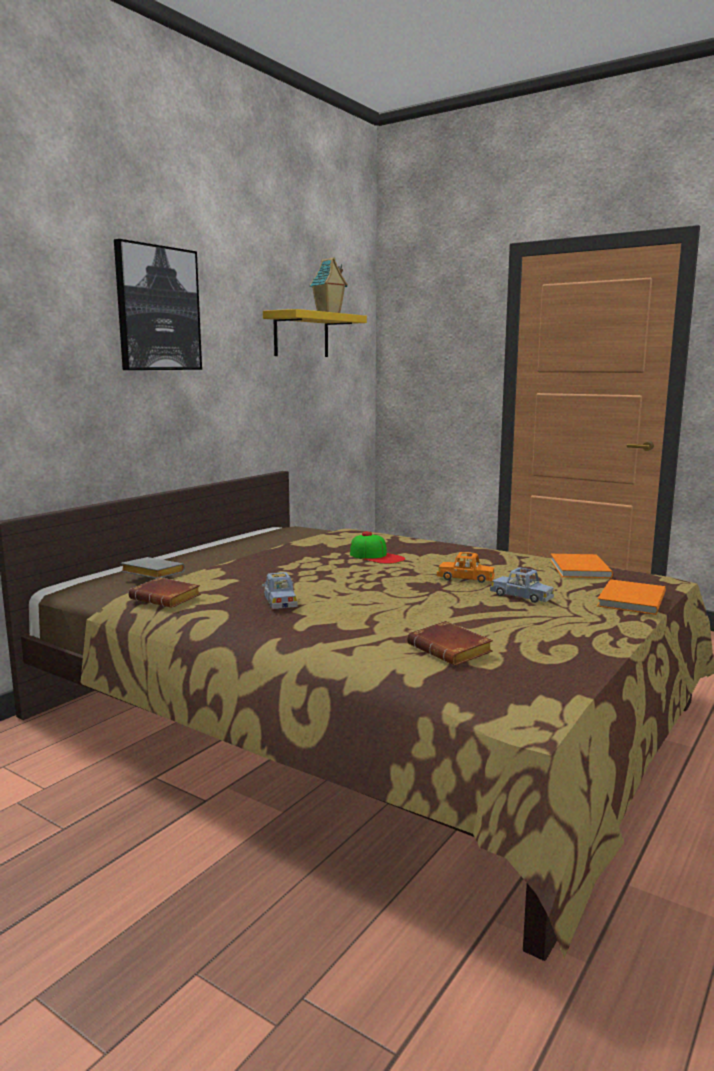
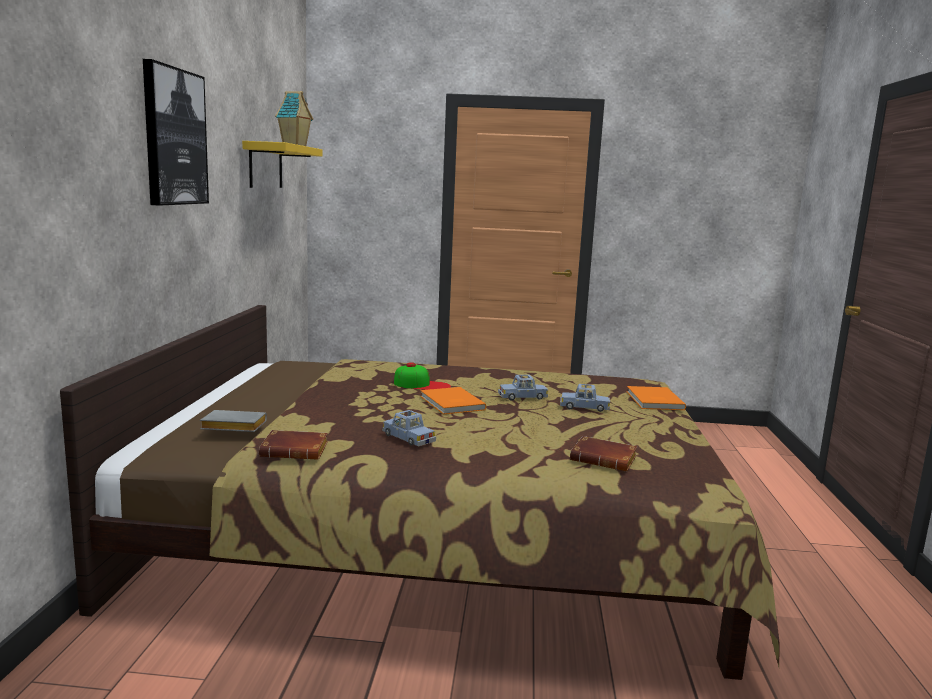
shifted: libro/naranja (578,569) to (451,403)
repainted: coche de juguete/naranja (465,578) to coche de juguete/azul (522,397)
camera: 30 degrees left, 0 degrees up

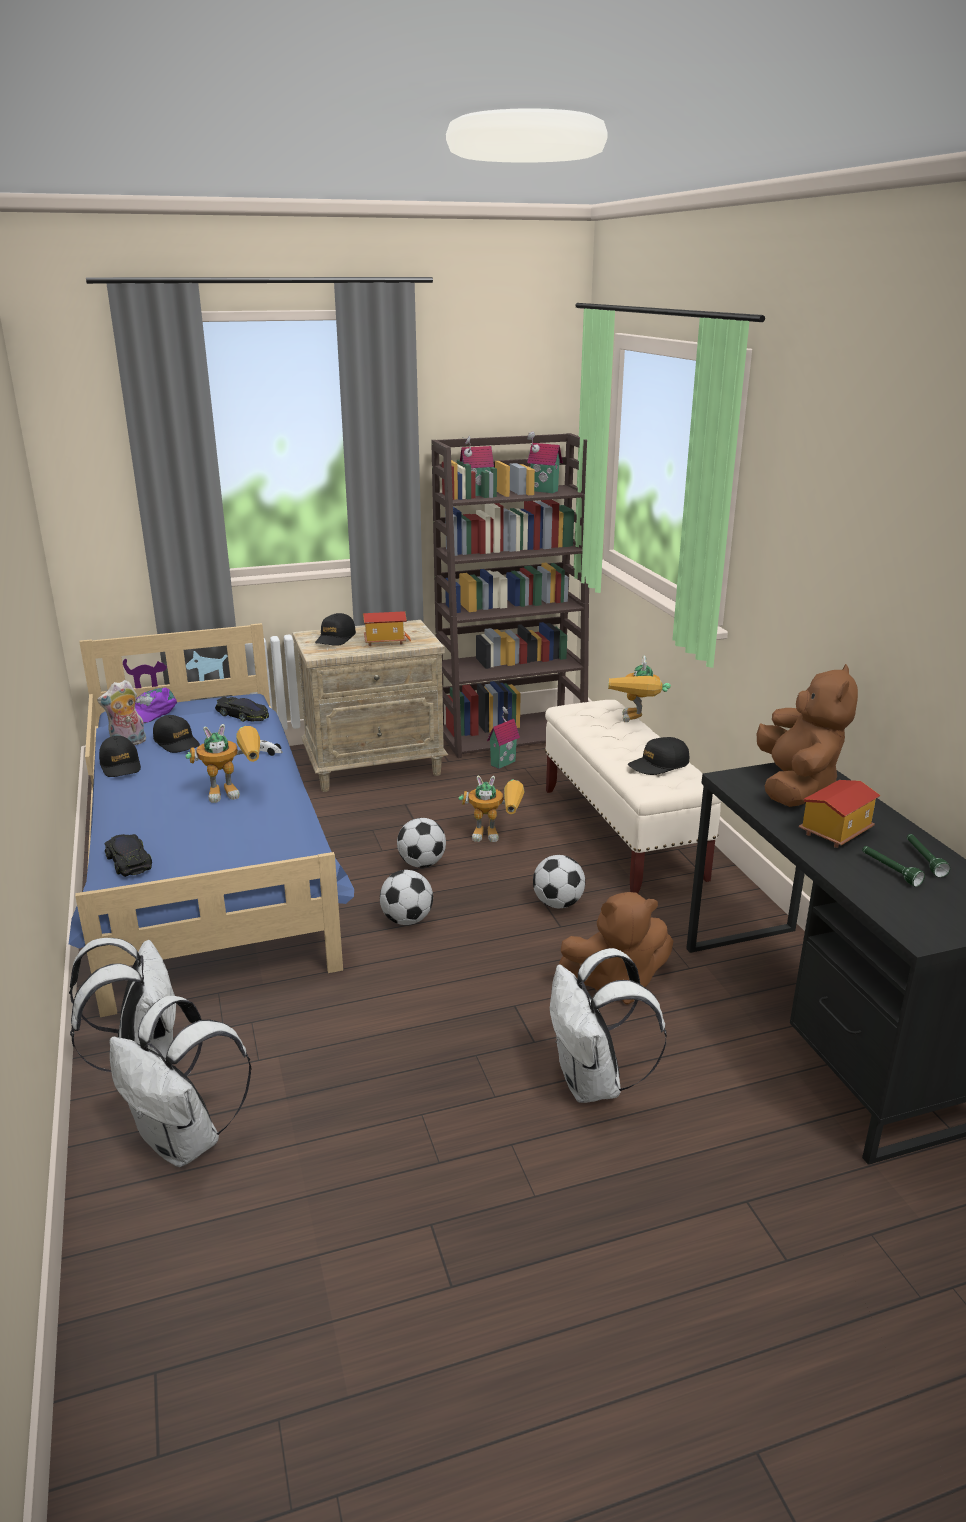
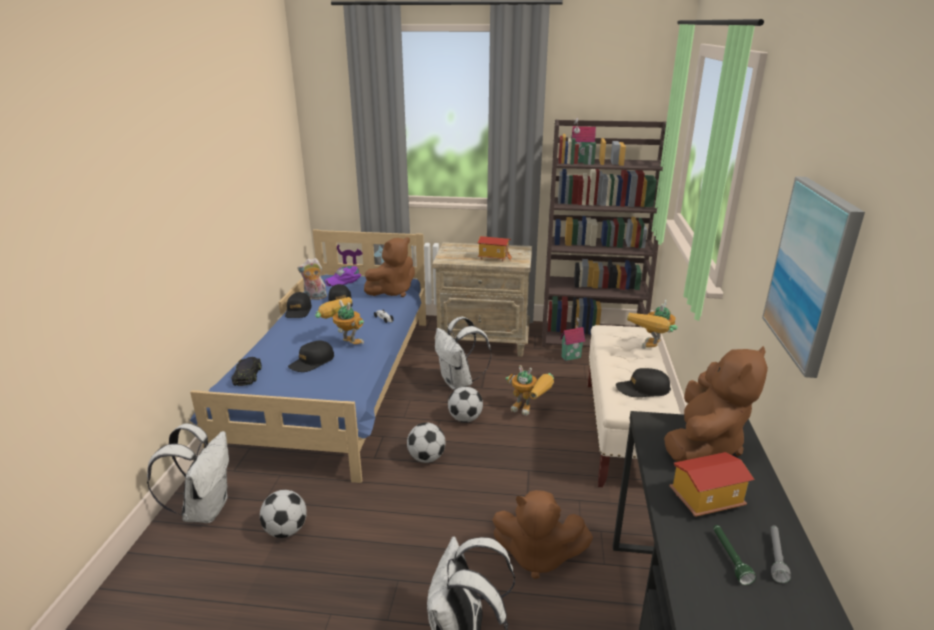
gone: casita (543,491)
new: cuadro (811,273)
shifted: mochila/blanco (185,1140) to (459,382); gorra/negro (335,638) to (312,362); balón de fútbol (558,903) to (286,530)
swapped: coche de juguete/negro (243,715) to peluche/marrón (392,291)
repainted: linterna/verde (923,860) to linterna/gris (775,557)
rotated: robot de juguete (235,791) = (344,343) 150 degrees counterclockwise
camera: 25 degrees right, 0 degrees up

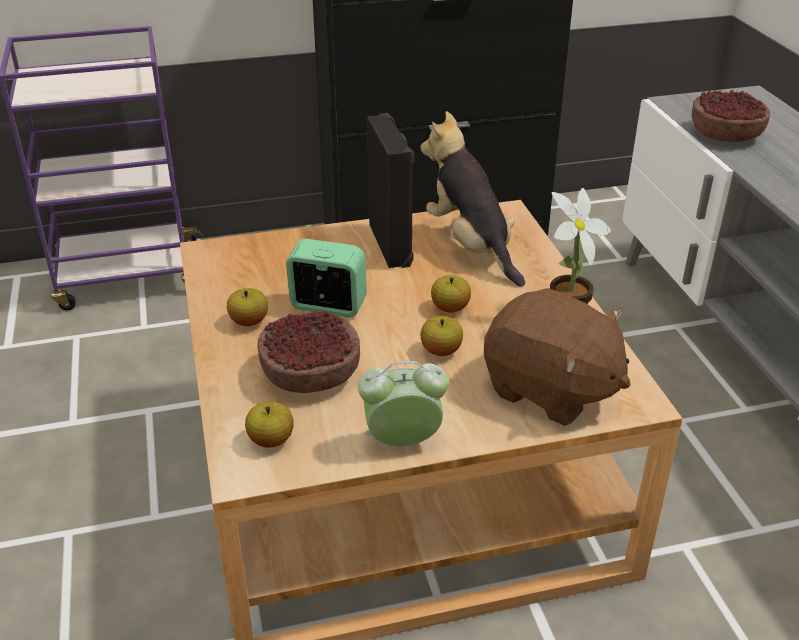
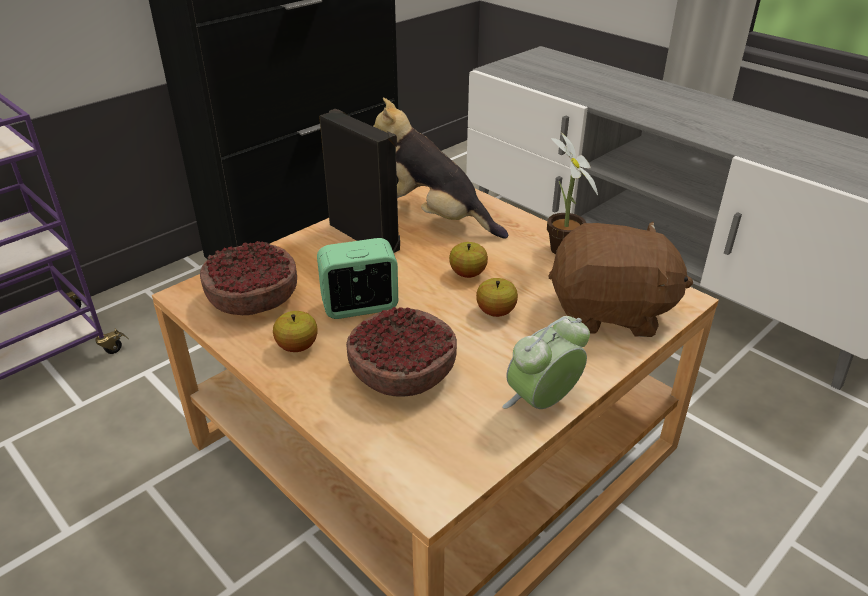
gone: manzana (271,440)
shifted: cuenco (726,134) to (254,298)
camera: 30 degrees left, 0 degrees up

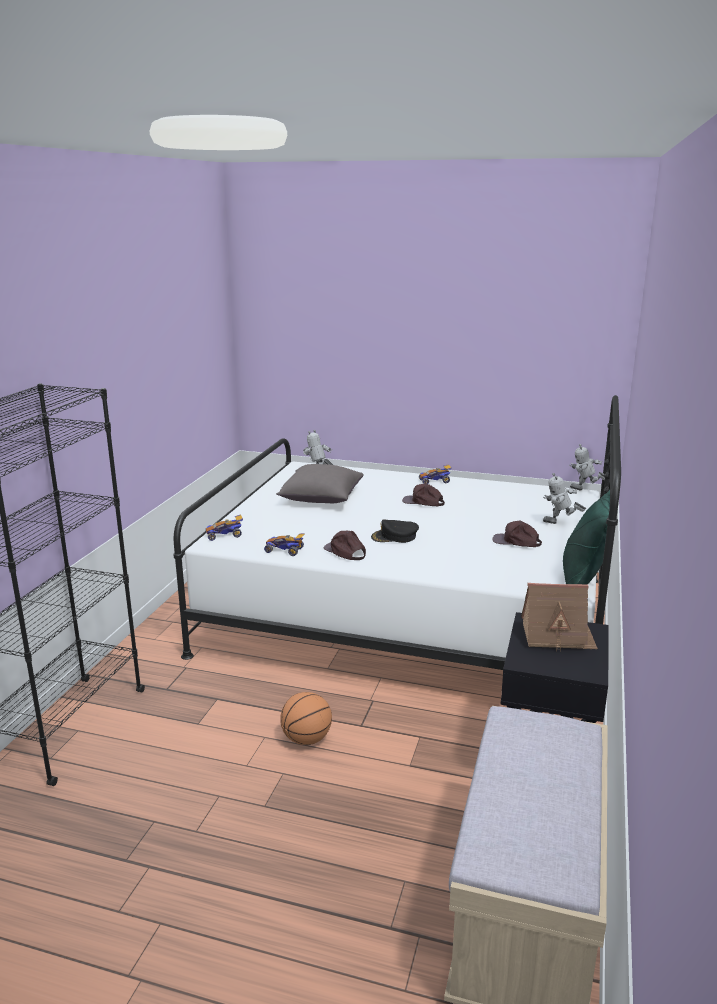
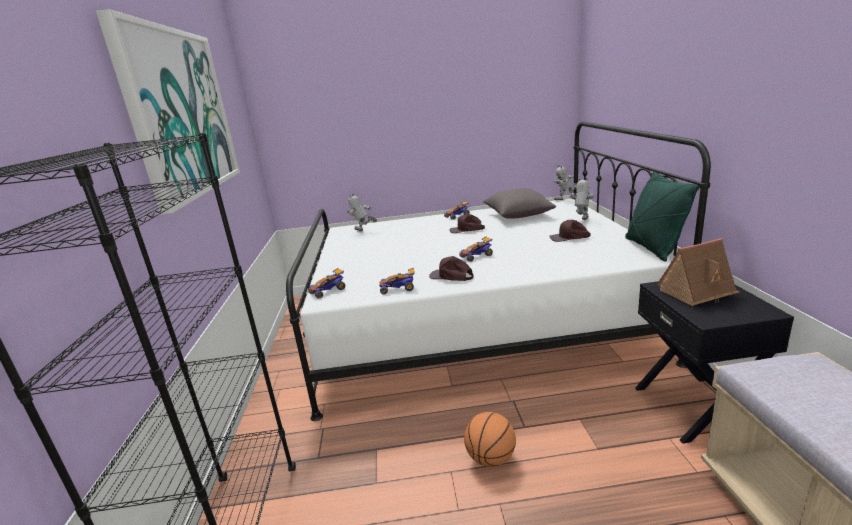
new: cuadro (181,113)
shifted: cojín/gris (320,498) to (518,215)
swapped: gorra/negro (394,537) to coche de juguete (476,256)
rotated: robot de juguete (560,524) = (581,220) 135 degrees clockwise
camera: 20 degrees left, 0 degrees up

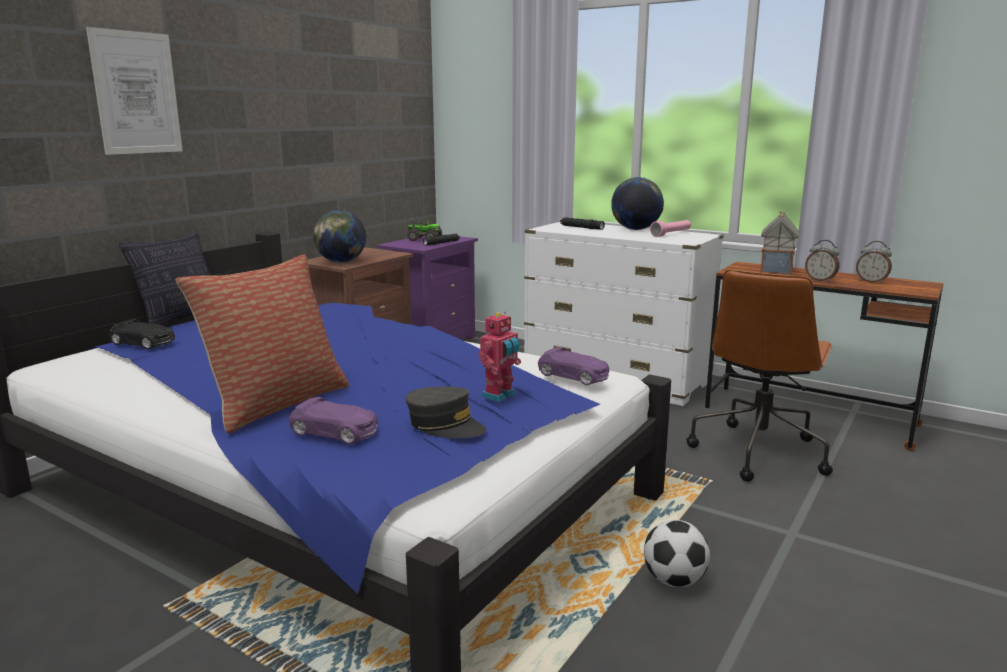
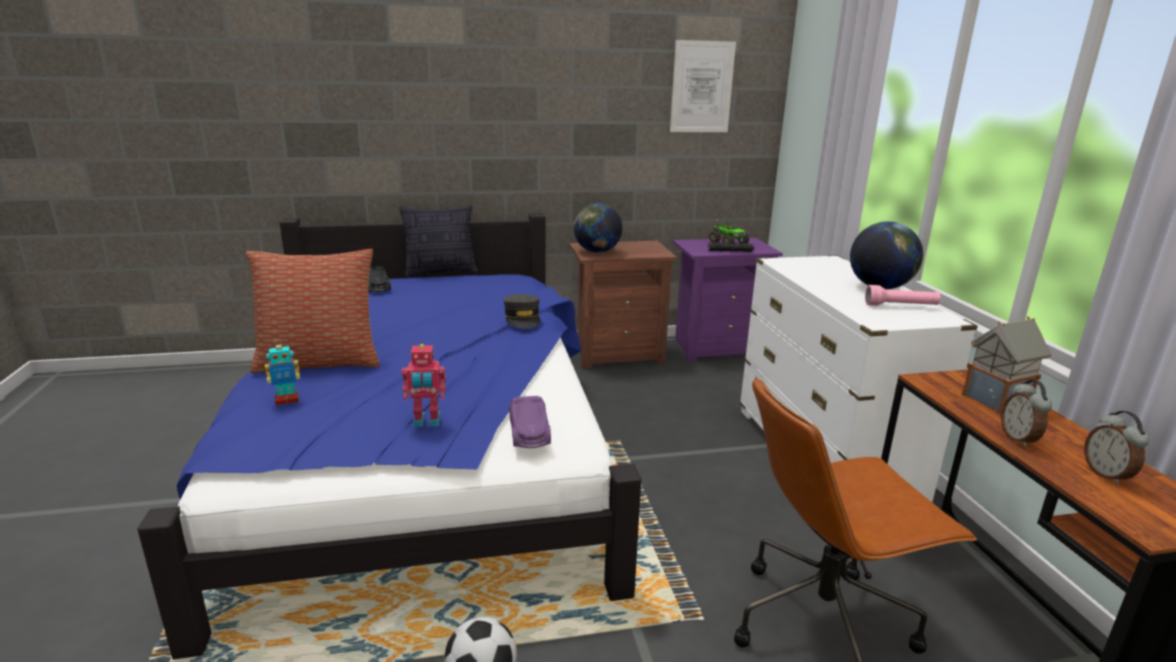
gone: linterna/negro (581,227)
shifted: cuadro (136,93) to (702,87); gorra/gris (445,425) to (522,319)
swapped: coche de juguete/morado (335,432) to robot de juguete (287,400)
camera: 45 degrees right, 5 degrees up

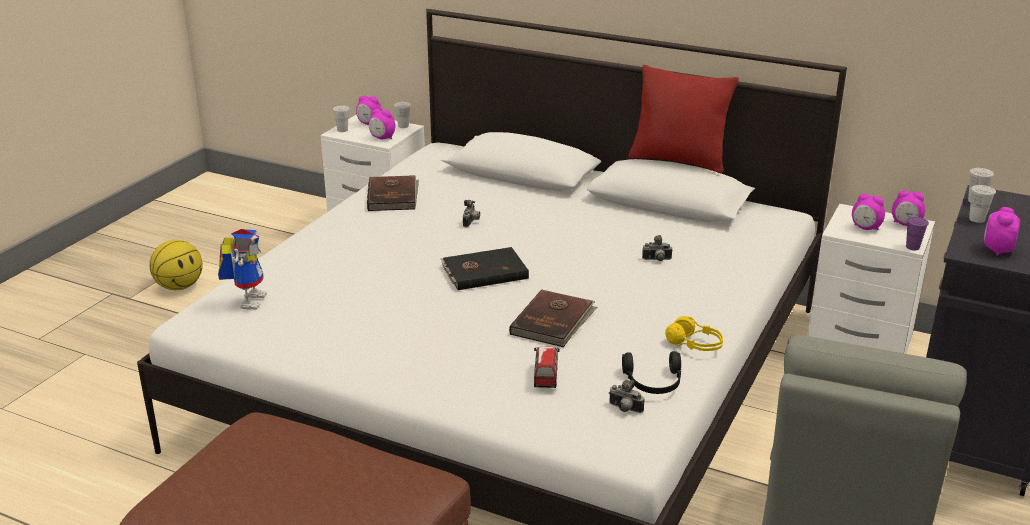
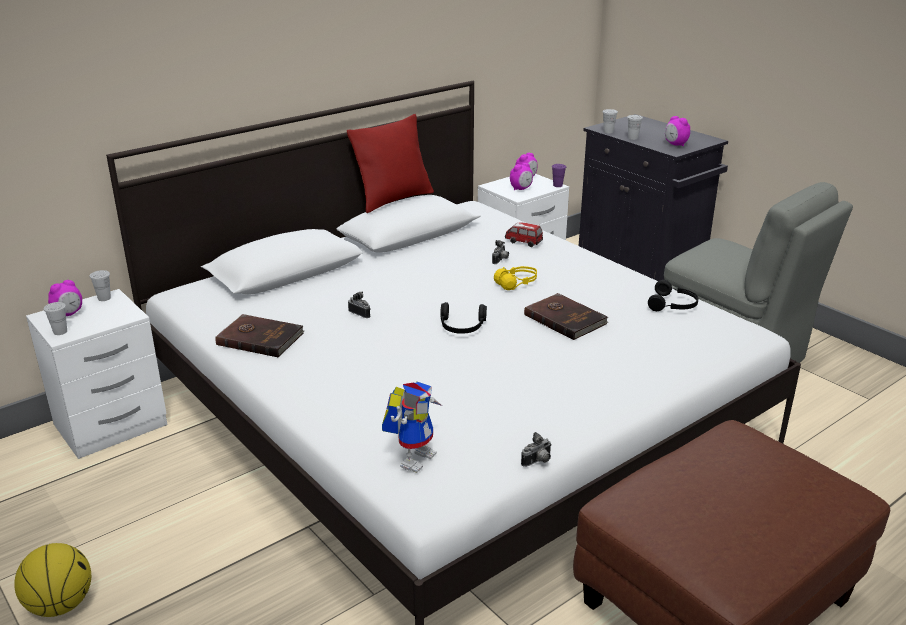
gone: despertador (382,138)
shifted: coche de juguete (545,377) to (523,242); cámara (624,409) to (538,462); auriculares/amarillo (695,345) to (516,284)
swapped: libro/negro (484,271) to auriculares/negro (462,327)
rotated: robot de juguete (249,299) = (414,456) 90 degrees clockwise
camera: 65 degrees left, 0 degrees up

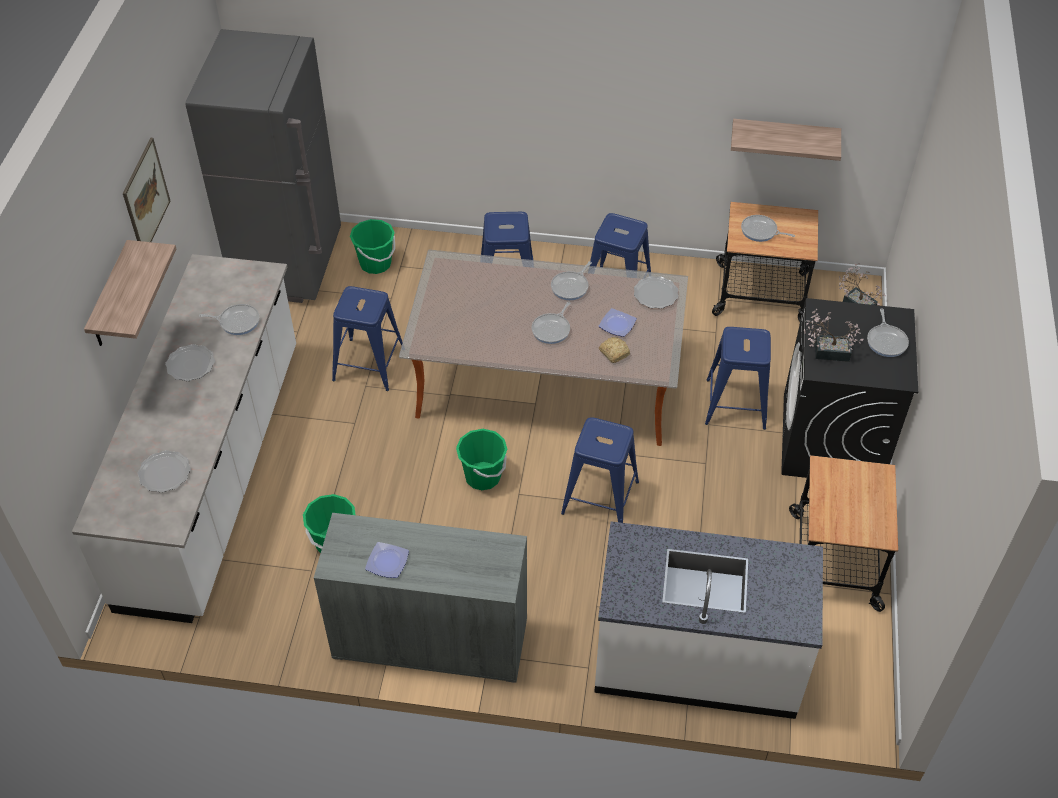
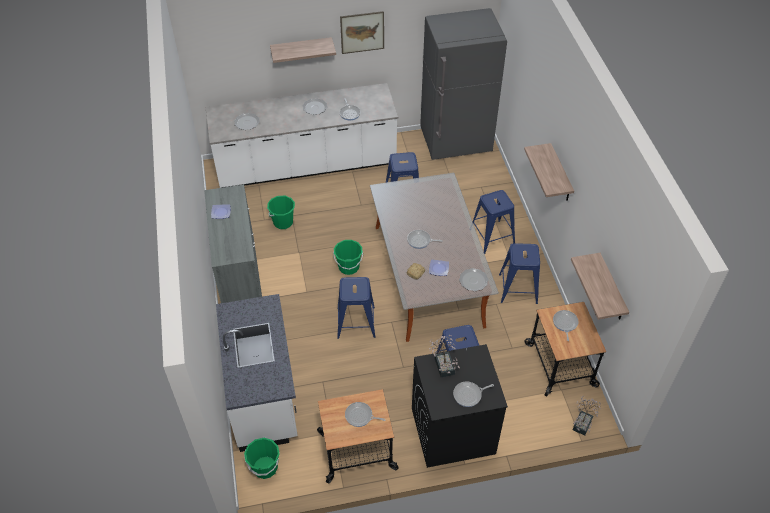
new: estante (560,174)
shifted: cubo/verde (375,263) to (265,467); sartén (571,286) to (360,416)
camera: 70 degrees right, 0 degrees up

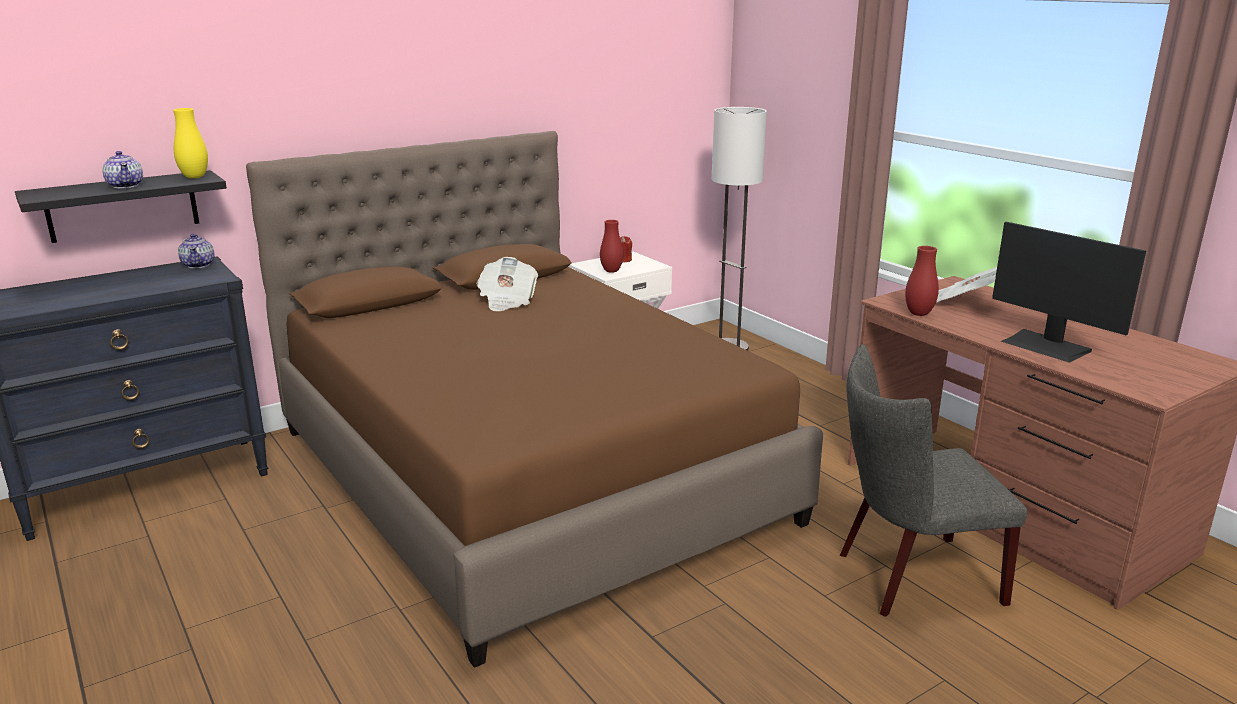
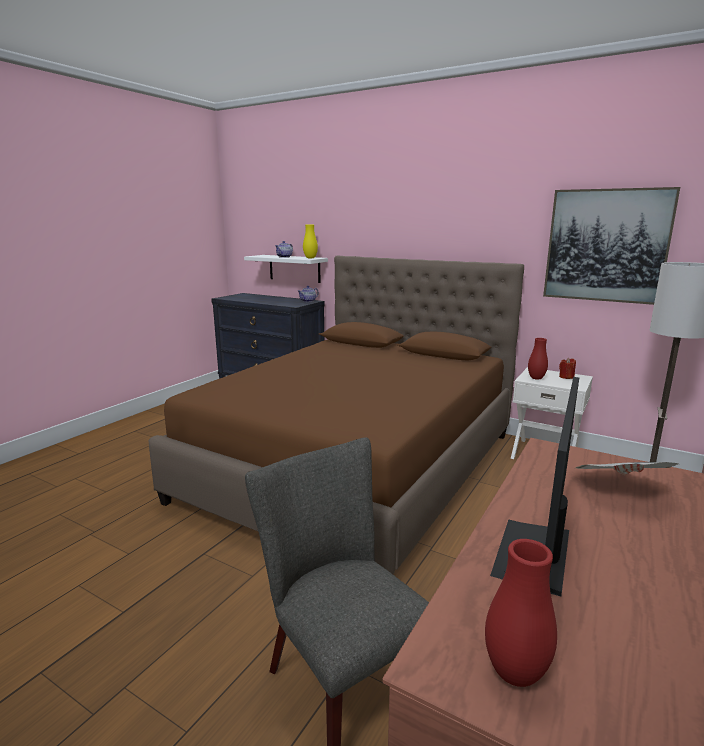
gone: periódico (507,301)
new: cuadro (606,246)
shifted: florero/rojo (918,314) to (515,673)
repainted: estante/negro (122,206) to estante/blanco (294,268)
camera: 65 degrees right, 5 degrees down

